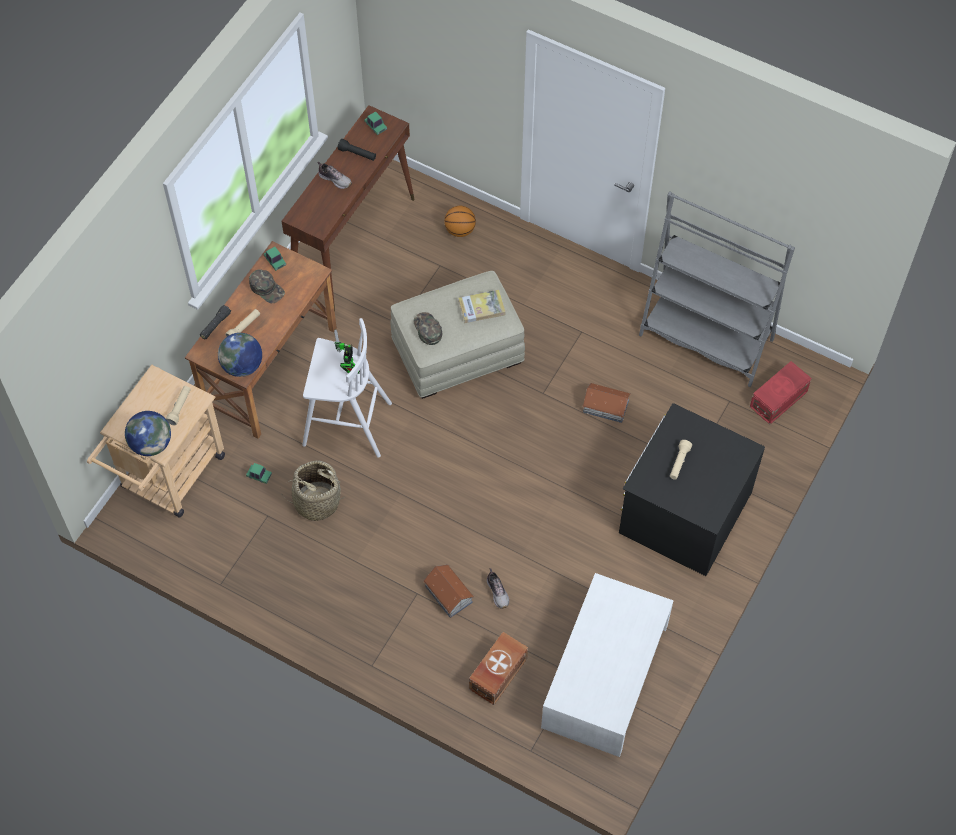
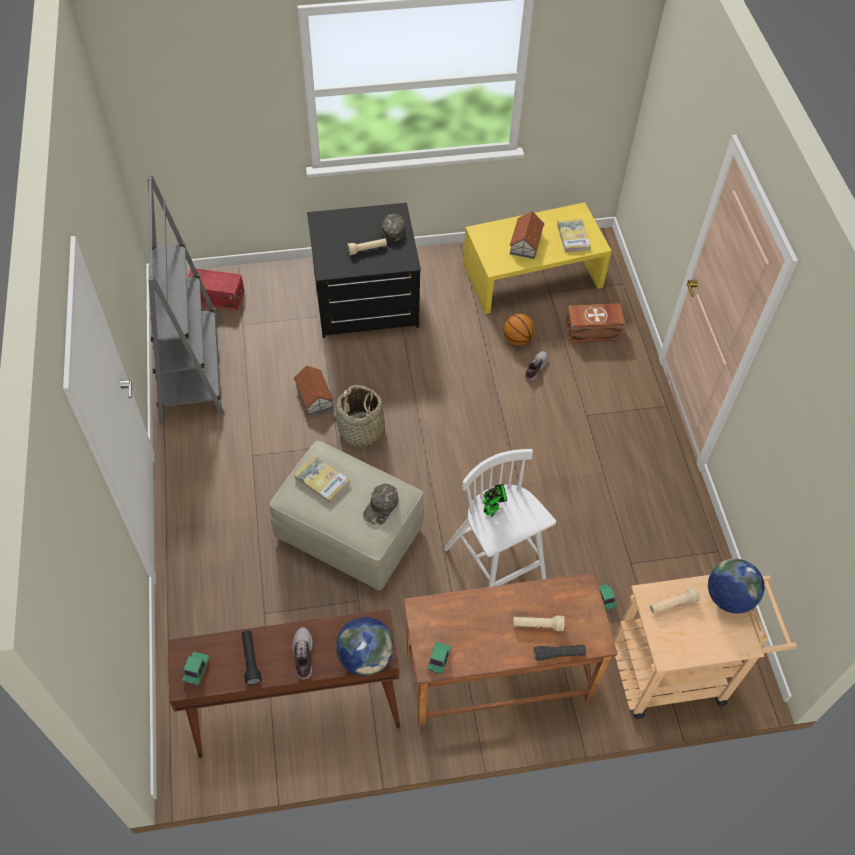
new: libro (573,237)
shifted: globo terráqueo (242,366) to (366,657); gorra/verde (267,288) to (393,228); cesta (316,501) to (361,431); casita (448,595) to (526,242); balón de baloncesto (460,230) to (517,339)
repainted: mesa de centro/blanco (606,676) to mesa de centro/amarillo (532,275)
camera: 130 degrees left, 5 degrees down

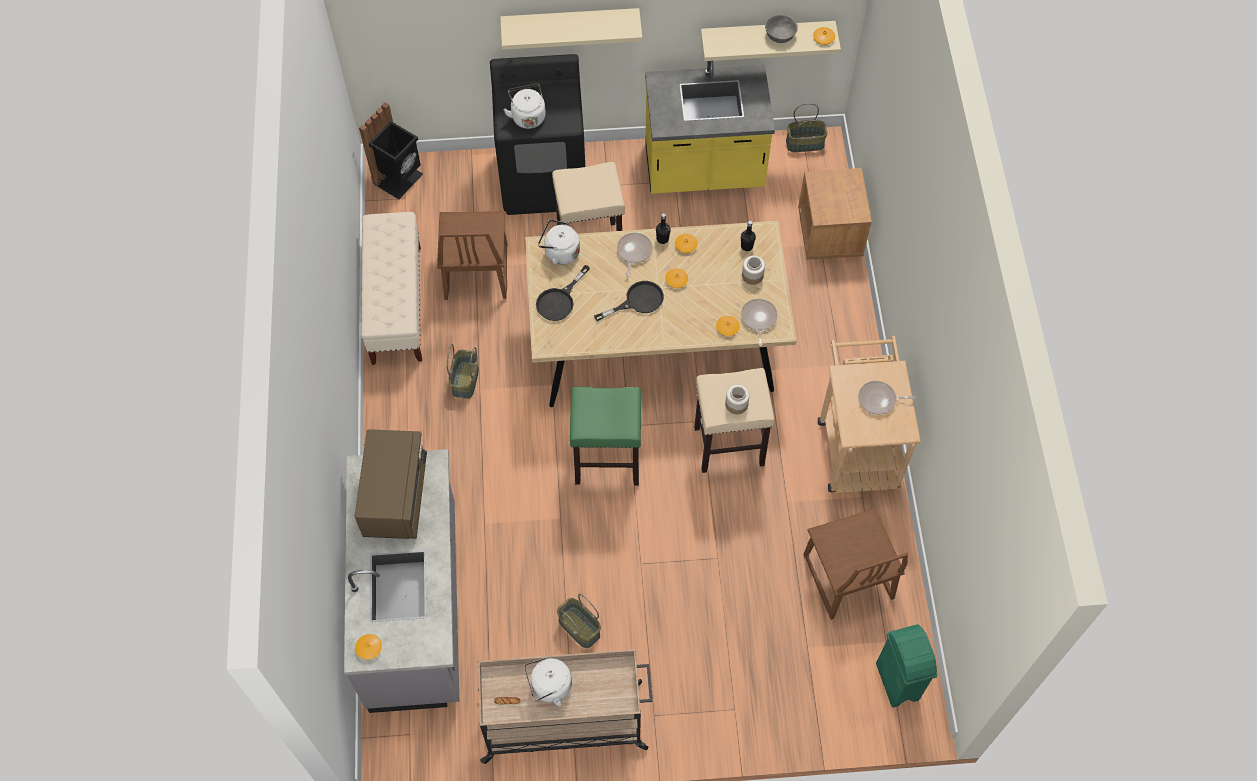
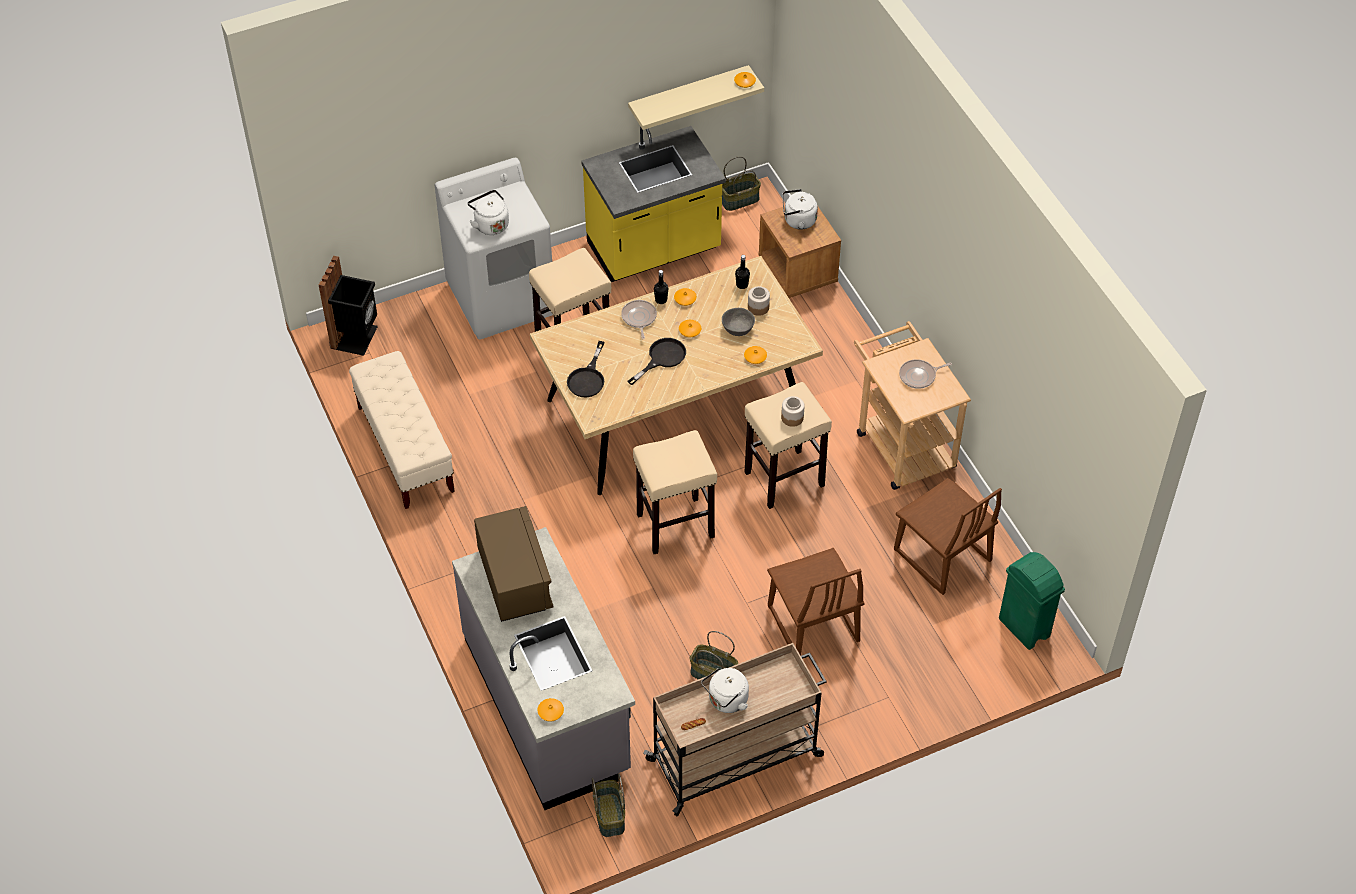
gone: estante/beis (570,23); sartén (758,319)
shifted: silla/marrón (475,272) to (812,624); cesta (466,380) to (610,815); hervidor/blanco (559,252) to (797,221); cuenco/gris (780,35) to (737,328)
repainted: lavadora/negro (544,179) to lavadora/blanco (501,298); taburete/verde (606,461) to taburete/beis (674,526)
camera: 20 degrees left, 10 degrees down

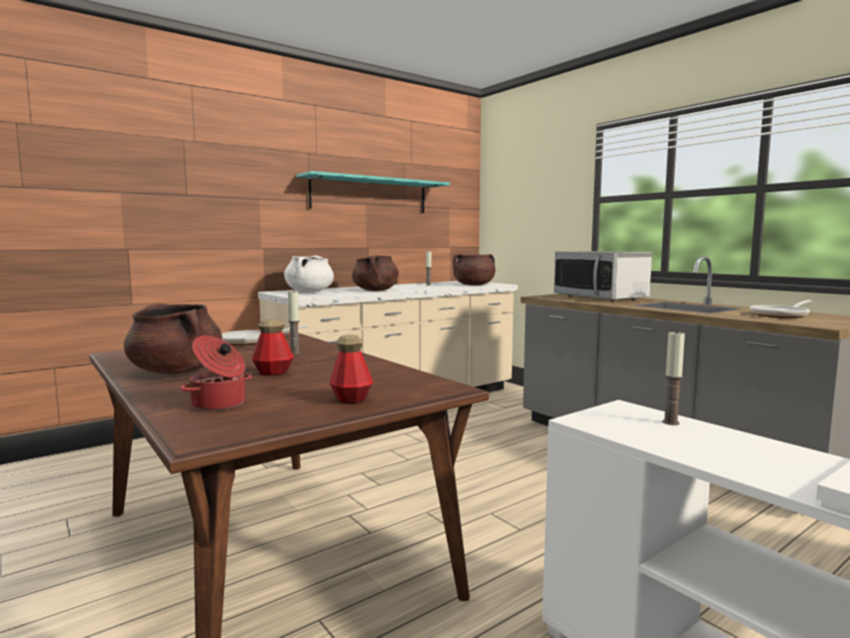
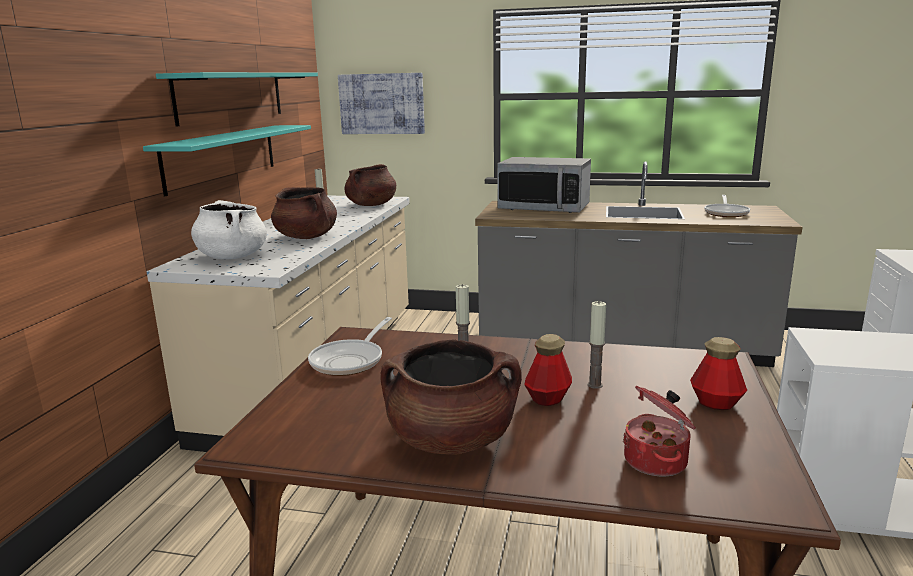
new: estante/turquesa (222,156); cuadro (382,104)
shifted: vela (670,422) to (595,385)
camera: 40 degrees left, 10 degrees up

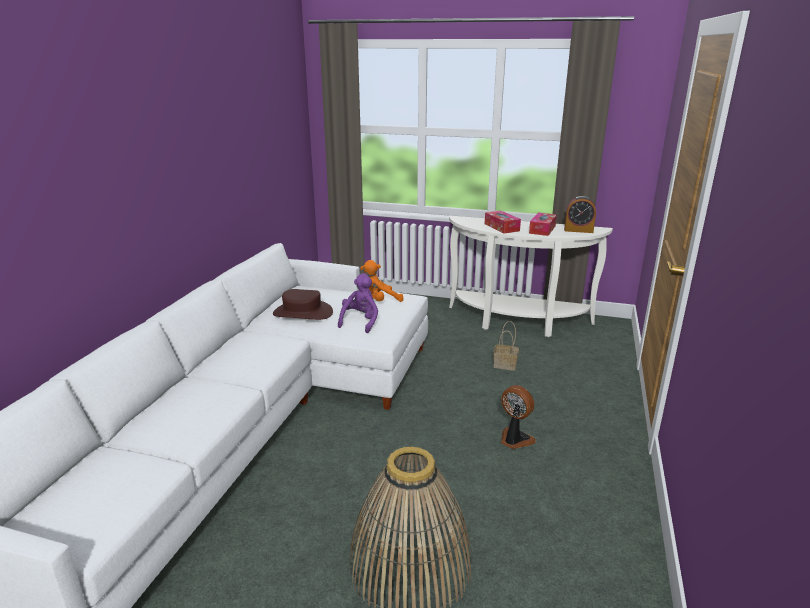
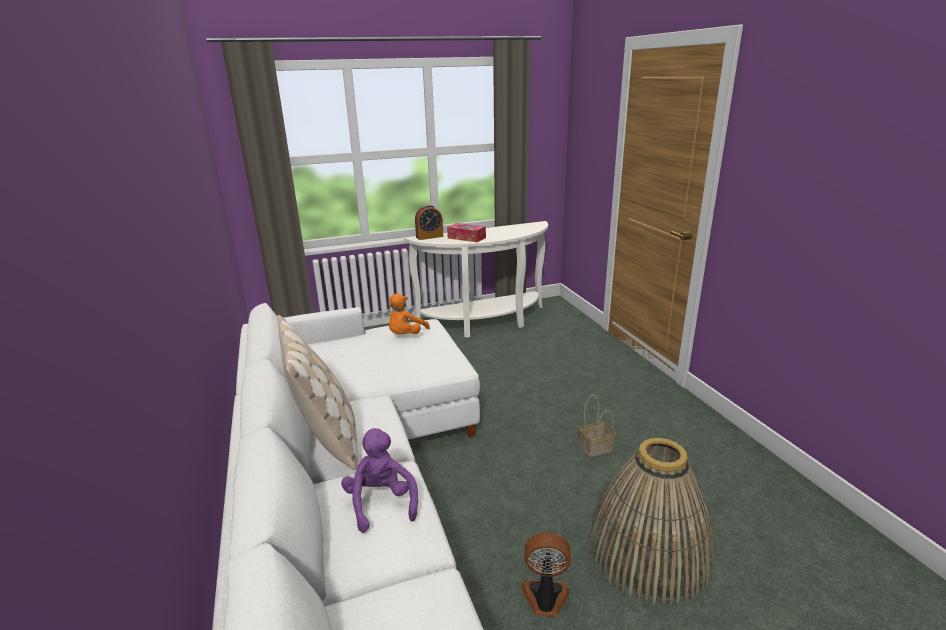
gone: sombrero/marrón (302,313); caja de pañuelos (542,229)
new: cojín/beis (327,437)
shifted: peluche/morado (360,322) to (381,503); cesta (506,365) to (596,447); ventilador (514,440) to (545,599); despertador (578,230) to (429,237)
camera: 35 degrees left, 0 degrees up

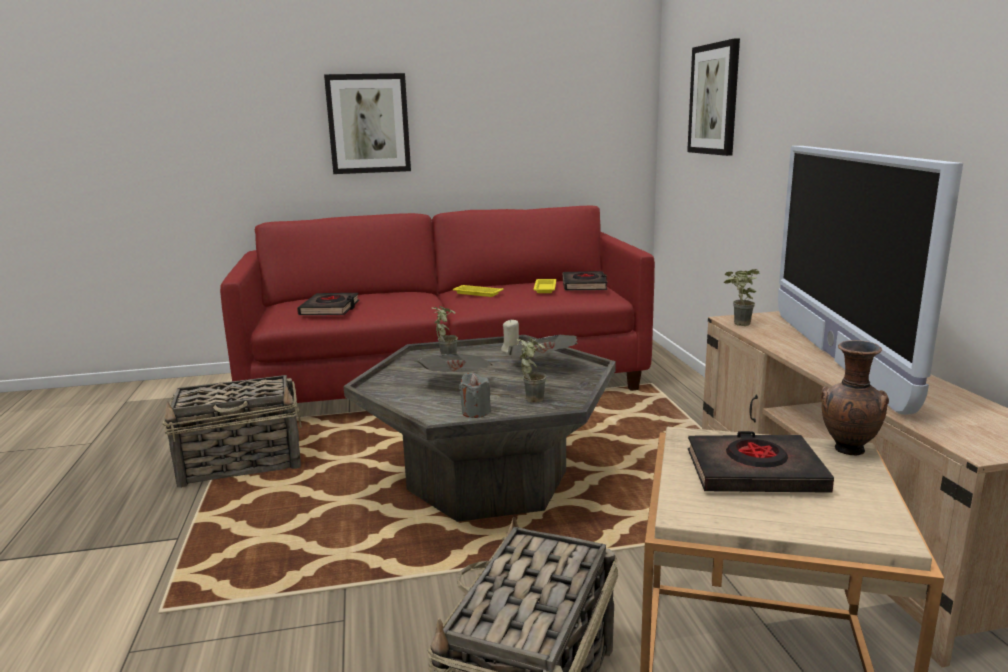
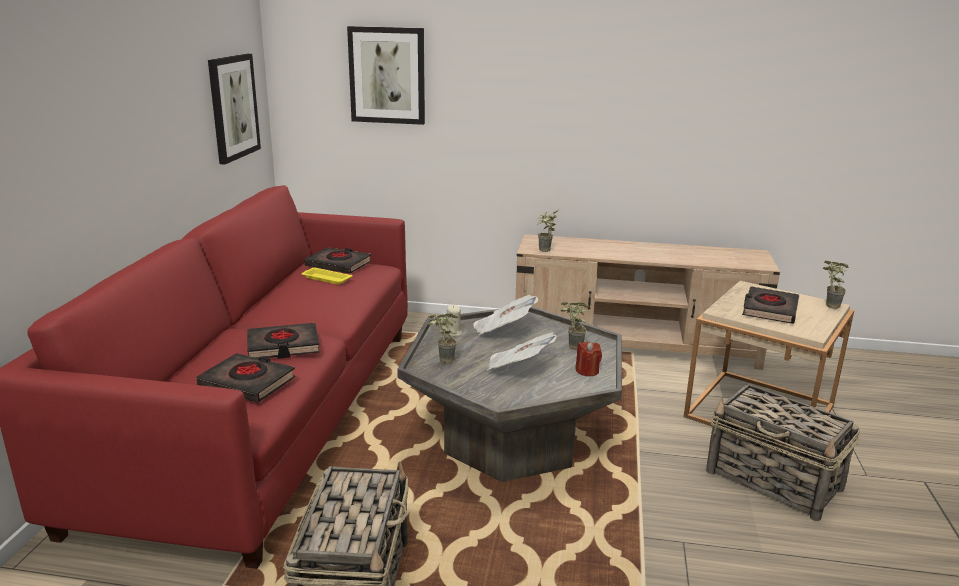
gone: bandeja/amarillo (477,293); televisor (833,357); florero/marrón (847,451)
new: libro/negro (283,346); planta en maceta (828,305)
shifted: cuadro (368,124) to (233,107)
repainted: vela/gris (475,412) to vela/rojo (587,371)
camera: 70 degrees left, 5 degrees up

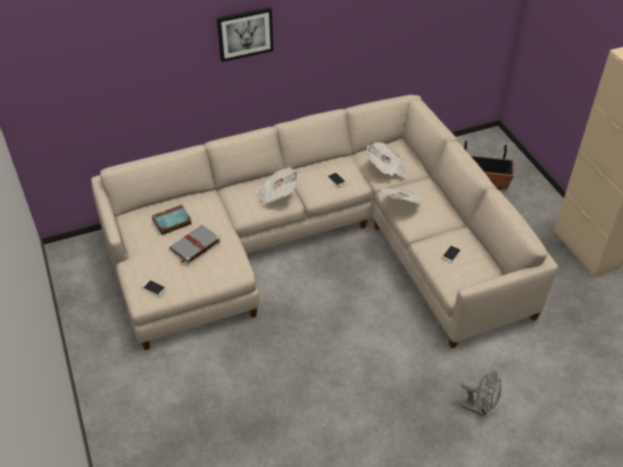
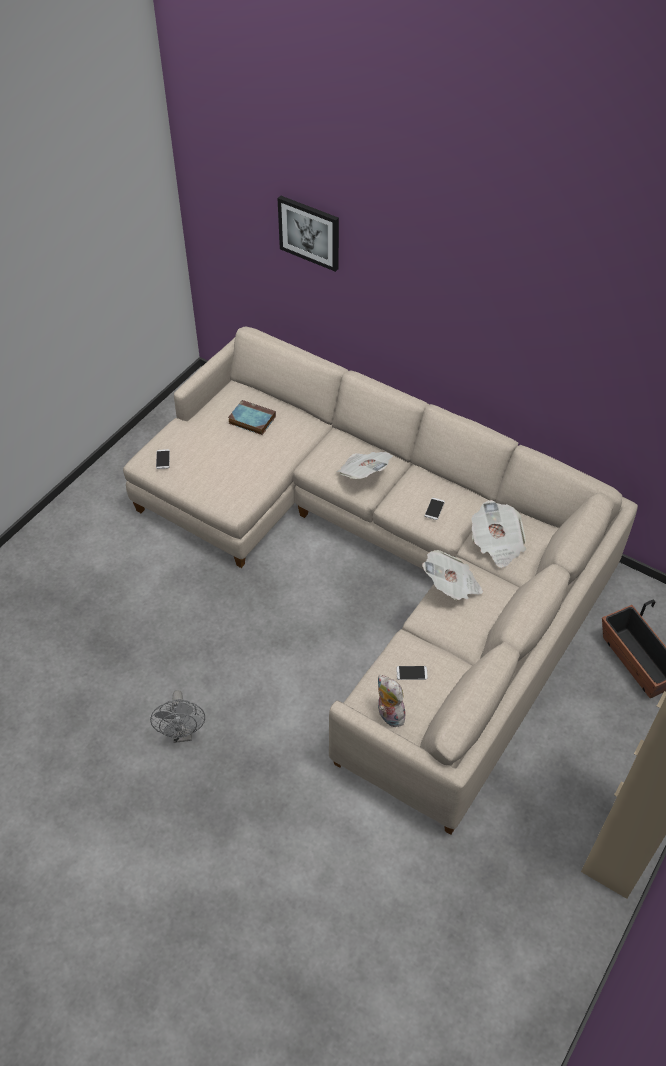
gone: libro/gris (194,246)
new: peluche (388,715)
shifted: cuadro (245,33) to (309,232); ventilador/gris (479,408) to (183,733)
camera: 55 degrees right, 5 degrees up

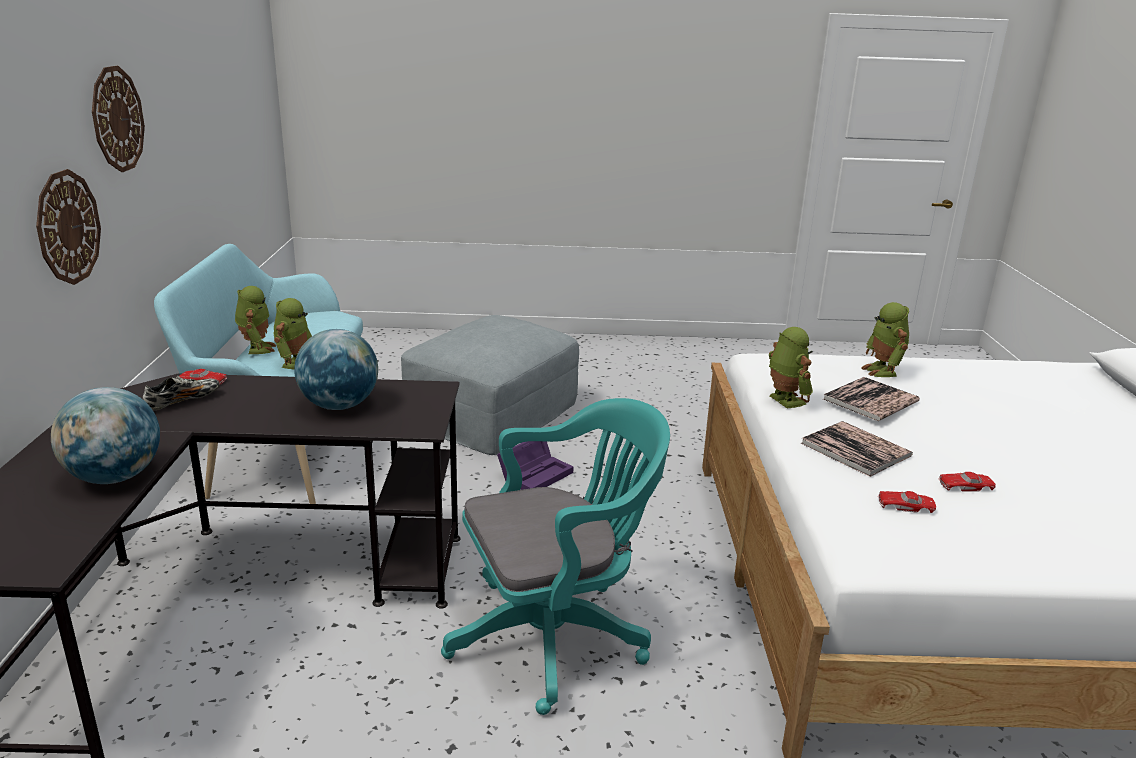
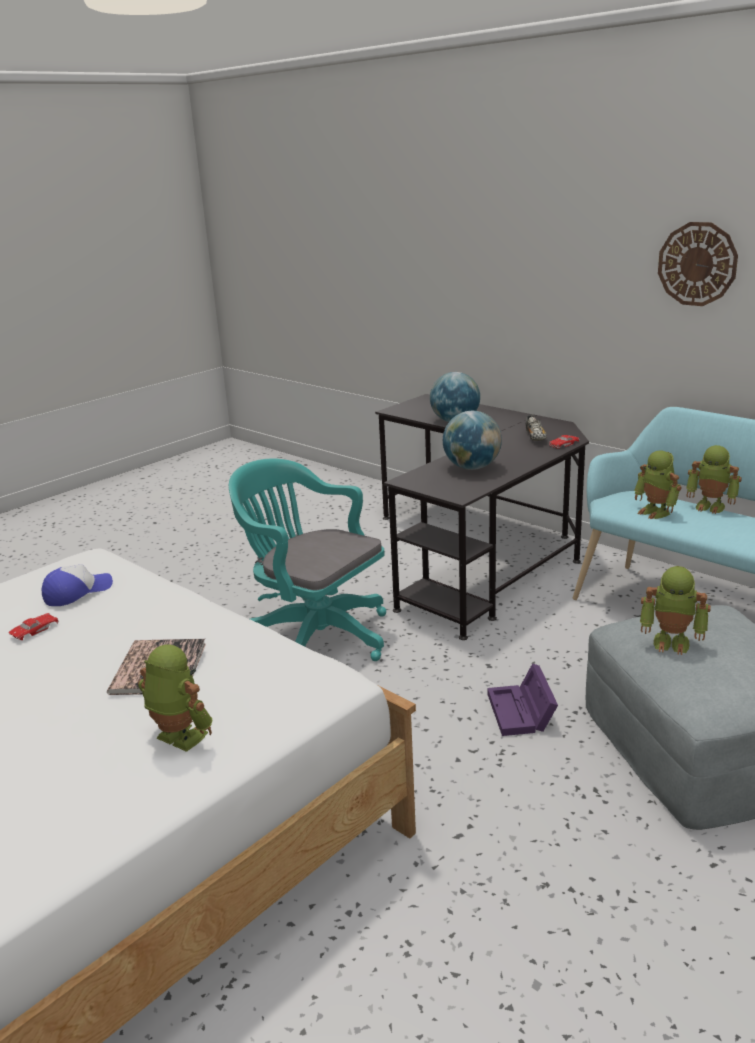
gone: reloj de pared (68,227); libro (855,449)
shifted: robot de juguete (784,400) to (672,642)
swapped: coche de juguete/rojo (905,506) to gorra (77,592)
rotated: silla de oficina/turquesa (557,636) = (314,635) 105 degrees clockwise
camera: 135 degrees right, 0 degrees up

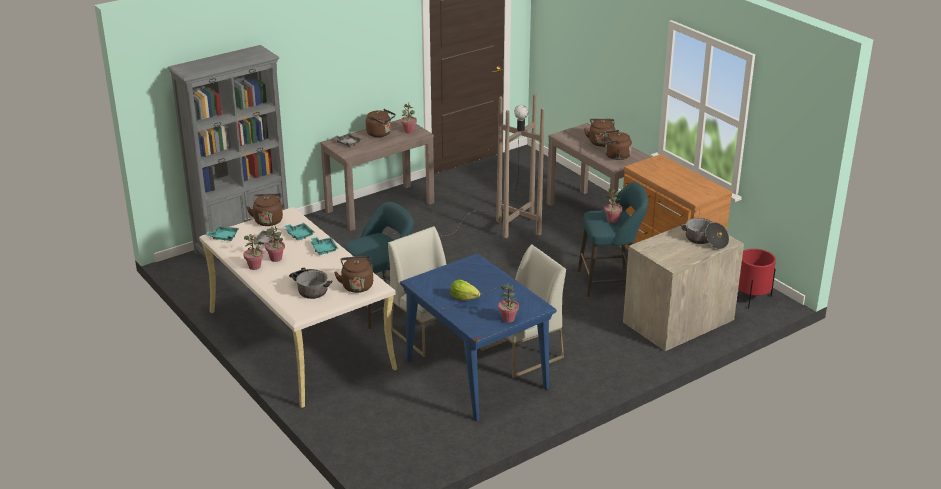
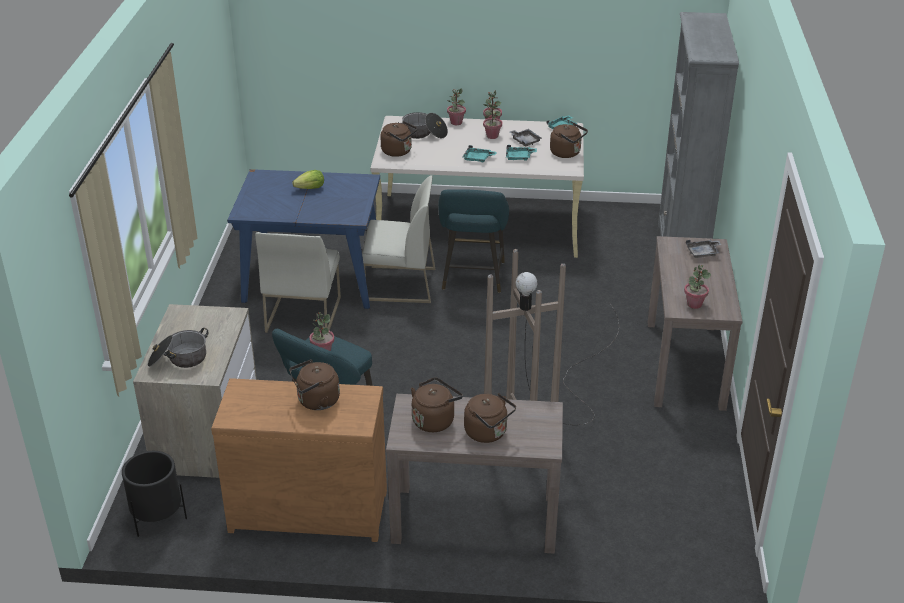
shifted: hervidor/marrón (380,134) to (316,401); planta en maceta (508,319) to (456,122)
repainted: maceta/rojo (752,298) to maceta/negro (158,518)
camera: 130 degrees right, 5 degrees up

